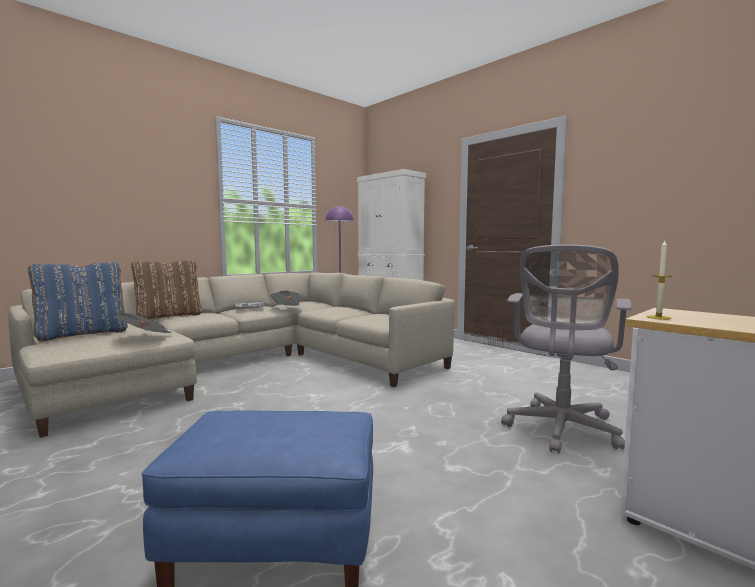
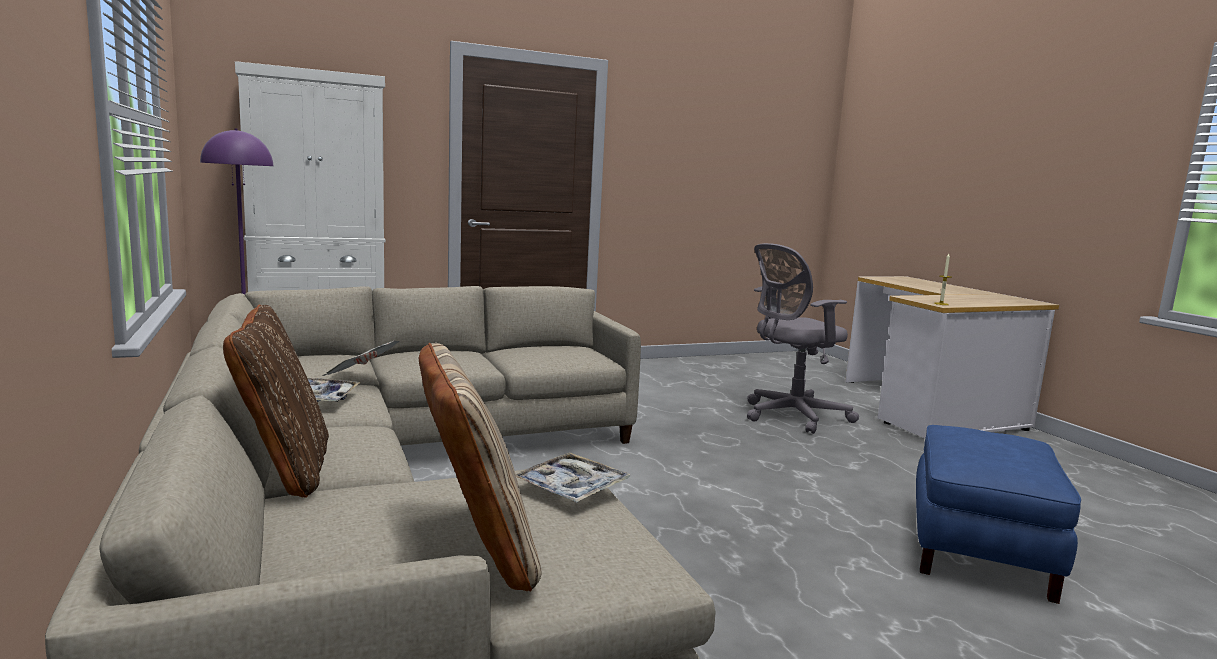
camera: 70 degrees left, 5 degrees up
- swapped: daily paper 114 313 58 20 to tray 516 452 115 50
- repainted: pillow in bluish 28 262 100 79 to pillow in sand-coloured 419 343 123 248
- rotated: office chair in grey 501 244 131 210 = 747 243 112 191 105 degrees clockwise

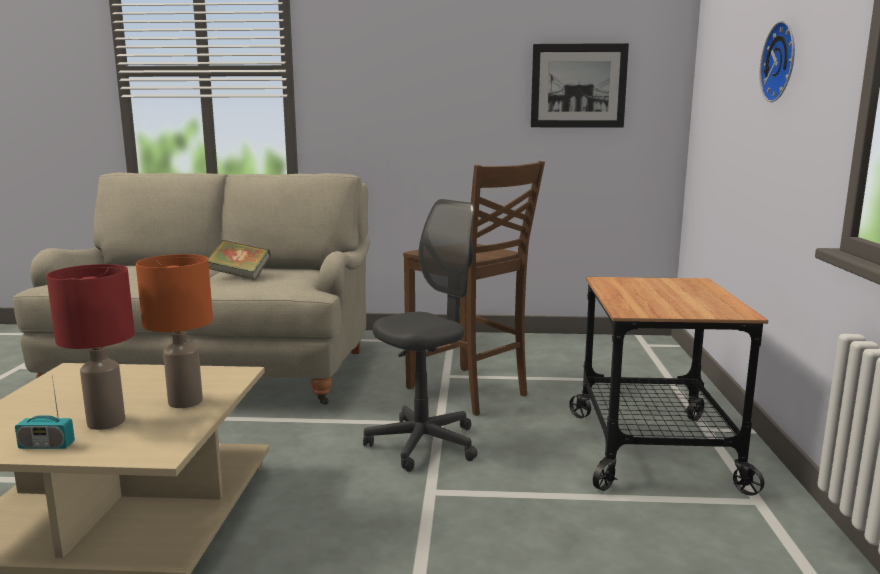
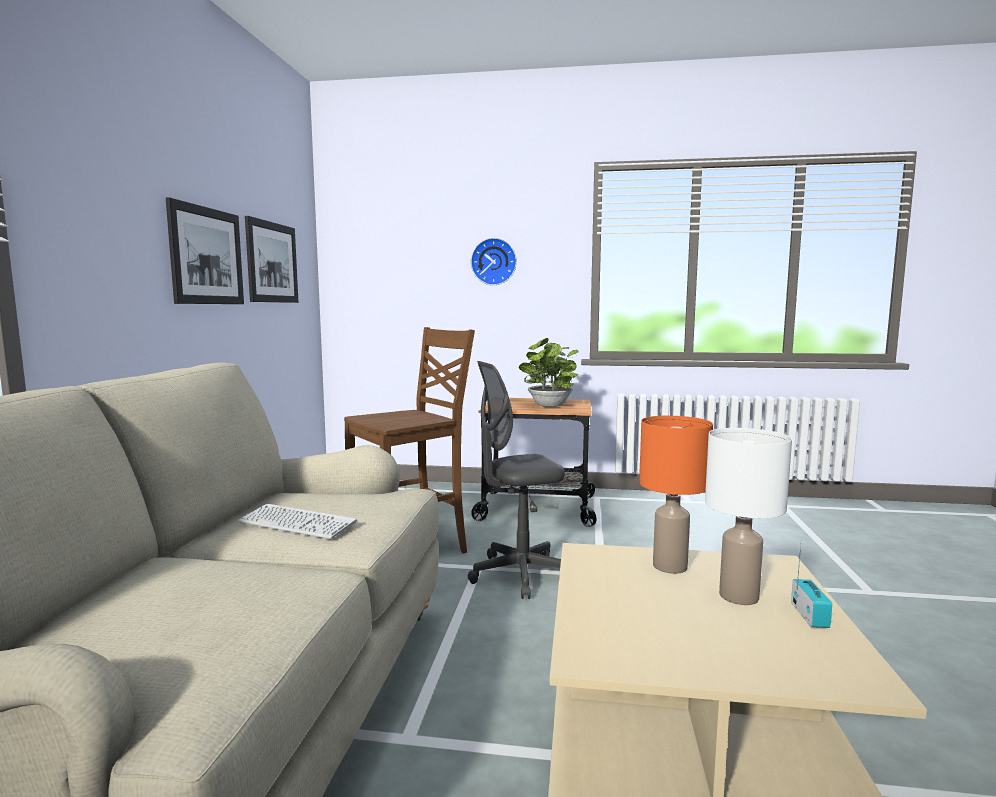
camera: 85 degrees left, 5 degrees down
- new: picture 166 198 78 106
- new: potted plant 519 338 60 69
- swapped: book 208 240 63 40 to computer keyboard 238 504 119 35
- repainted: lamp for a table in reddish 46 264 89 166 to lamp for a table in white-coloured 705 428 87 177
- rotated: office chair in grey 363 199 114 273 = 468 361 97 238 75 degrees counterclockwise

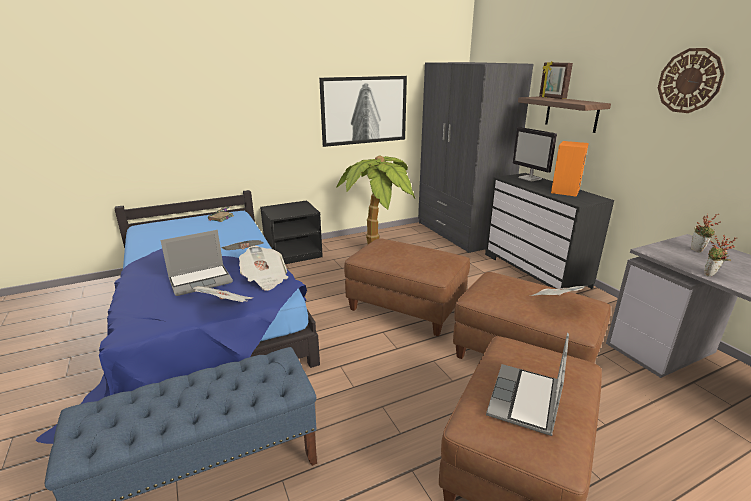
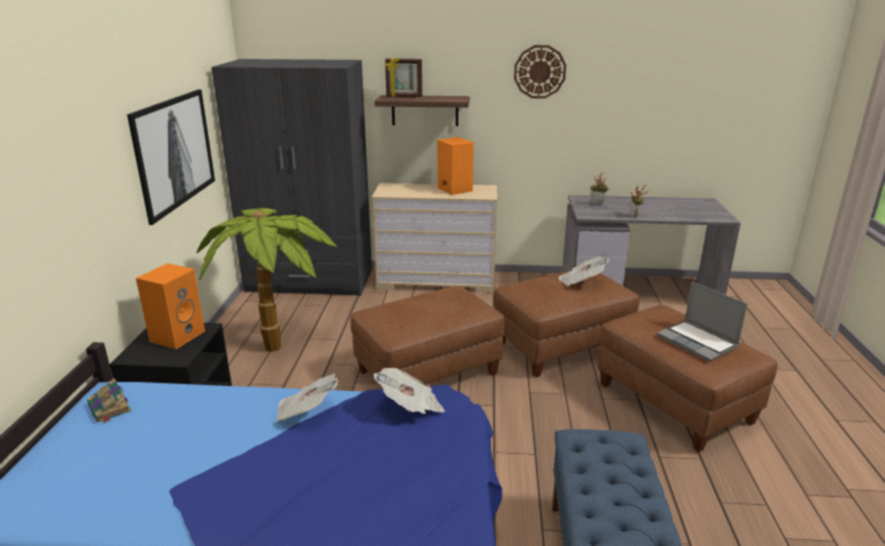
camera: 60 degrees left, 0 degrees up
- gone: portable computer 160 230 73 66
- gone: daily paper 193 286 60 16
- gone: monitor 513 127 44 54
- new: audio speaker in orange 136 263 69 86
- repainted: drawer chest in black-coloured 485 173 129 116 to drawer chest in sand-coloured 372 183 125 110

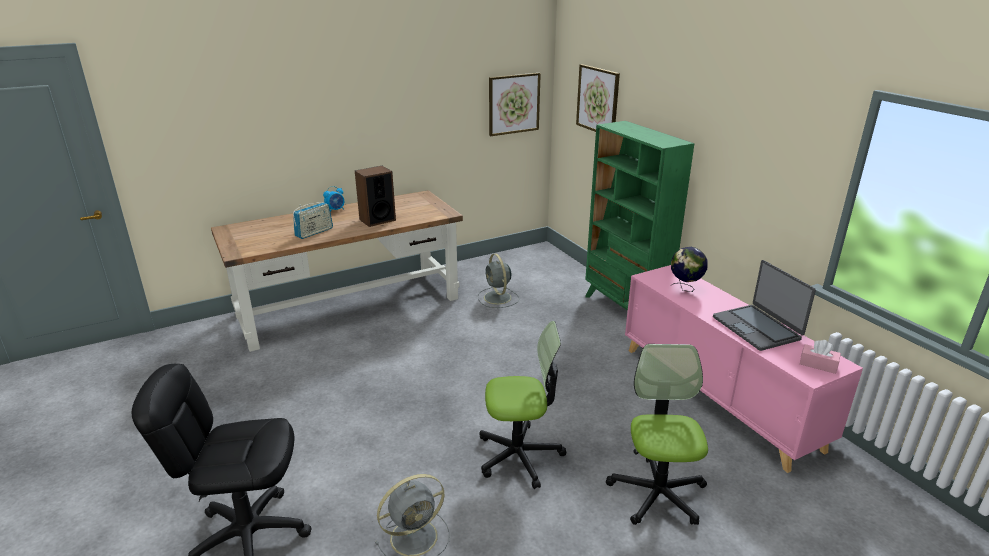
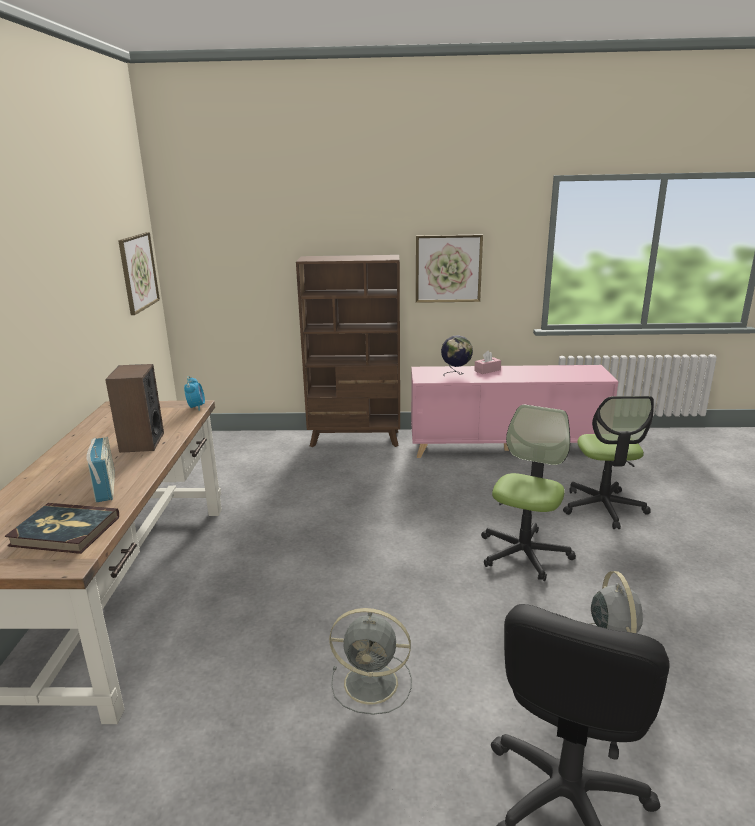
camera: 60 degrees left, 5 degrees down
- gone: portable computer 713 260 103 91
- new: book 5 503 114 51
- shifted: bedside clock 323 186 21 26 to 184 376 21 35
- shifted: cooling fan in grey 478 254 41 54 to 329 608 83 107
- shifted: picture 576 64 44 68 to 416 235 67 68
- shifted: box of tissues in pinkish 800 340 41 34 to 474 351 27 23
- repainted: bookcase in green-coloured 585 121 109 190 to bookcase in brown-coloured 296 255 104 192
- rotated: office chair 606 344 102 181 = 563 396 91 133 120 degrees counterclockwise

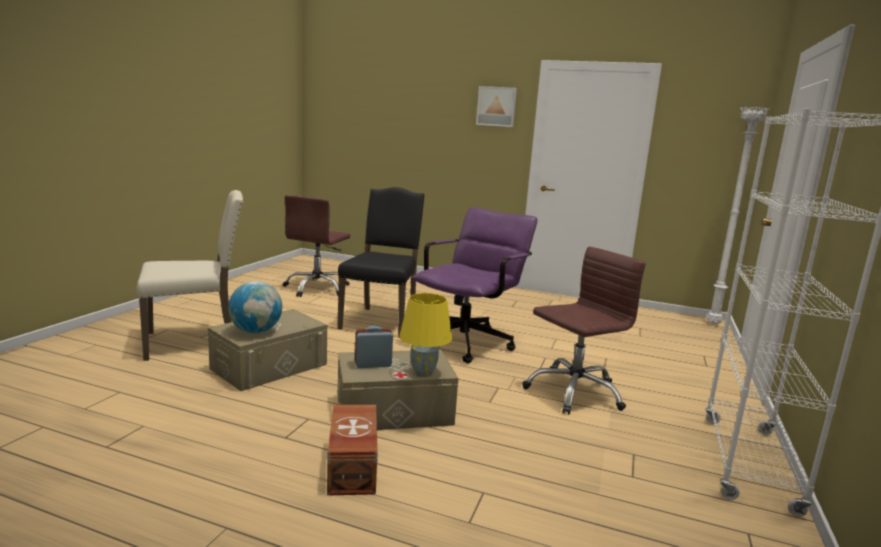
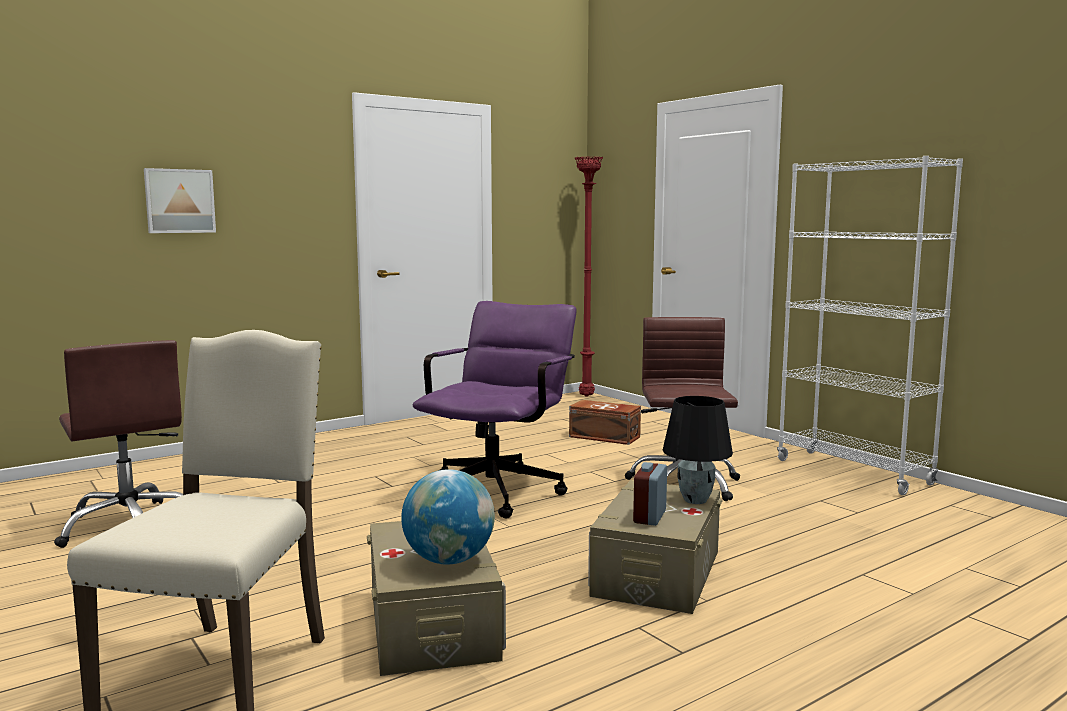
camera: 55 degrees left, 5 degrees down
- gone: plain chair in black-coloured 337 187 88 151
- shifted: storage container in brown-coloured 327 405 51 90 to 569 400 72 45
- shifted: picture 476 86 41 41 to 144 168 72 65
- repainted: lamp for a table in yellow-coloured 399 293 53 84 to lamp for a table in black-coloured 663 396 70 108
- repainted: floor lamp in white-coloured 707 107 63 217 to floor lamp in reddish 574 156 29 241
- rotated: office chair in purplish 412 207 126 156 = 413 301 163 218 45 degrees clockwise

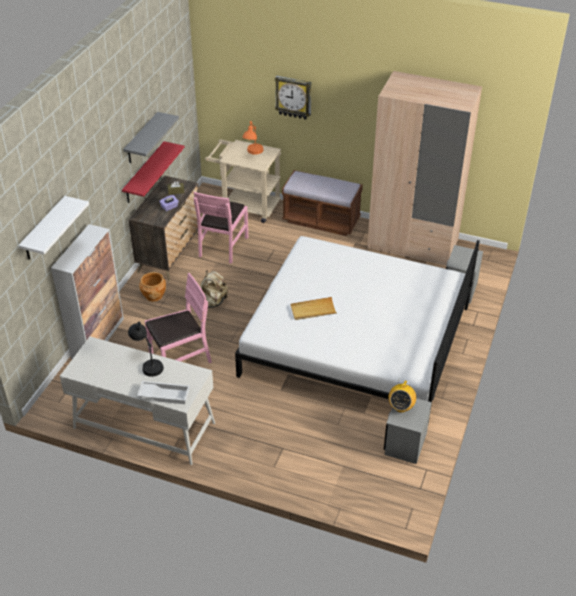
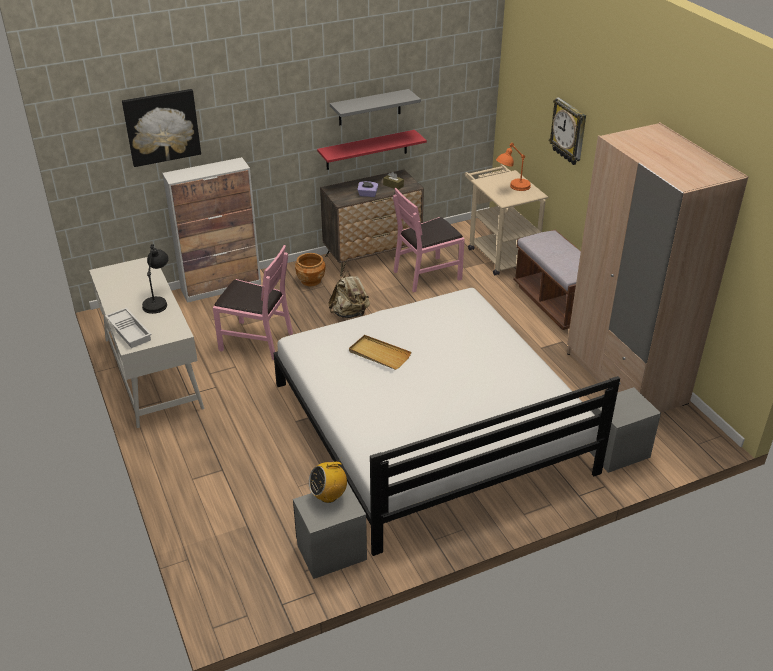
camera: 45 degrees right, 5 degrees down
- swapped: wall shelf in white-coloured 18 196 71 64 to picture 122 89 79 78

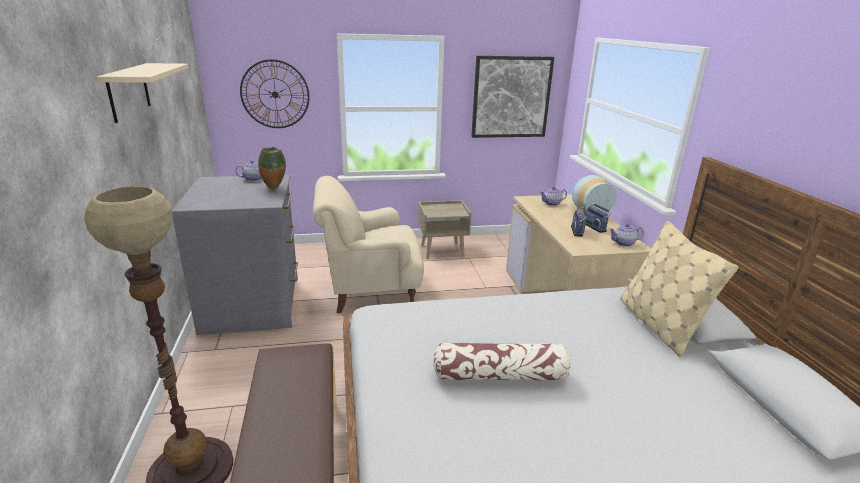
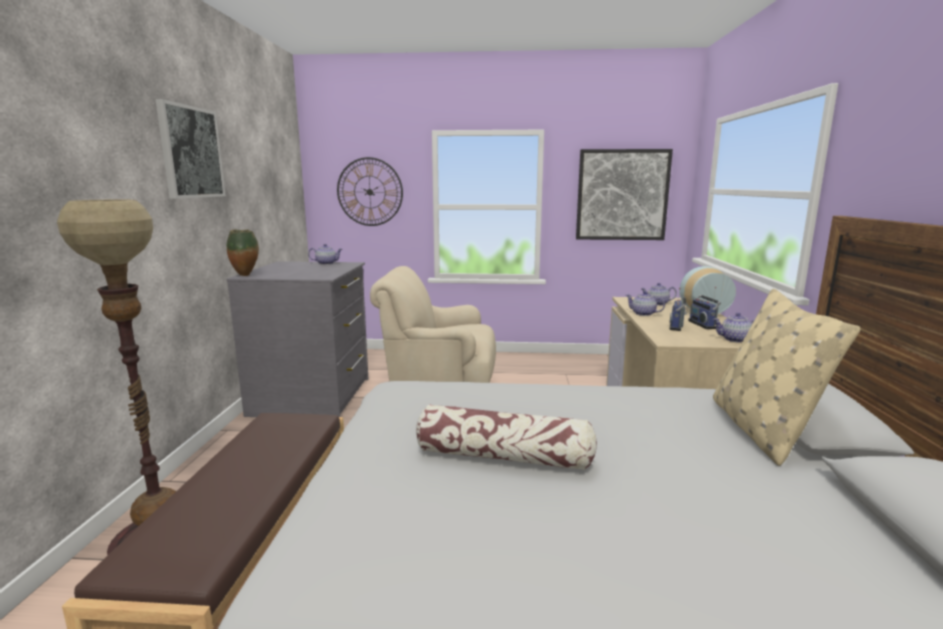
camera: 15 degrees right, 10 degrees down
- gone: night table in sand-coloured 418 200 53 59
- new: tea pot 626 291 39 25
- shifted: decorative vase 258 147 28 42 to 227 229 32 47
- swapped: wall shelf in sand-coloured 96 63 93 60 to picture 155 99 71 100

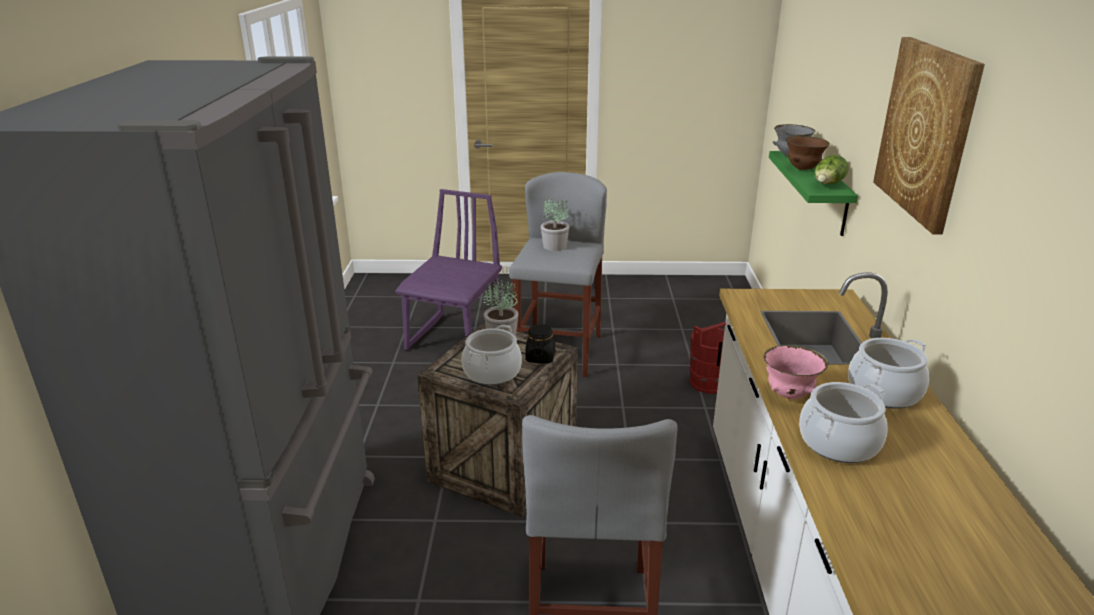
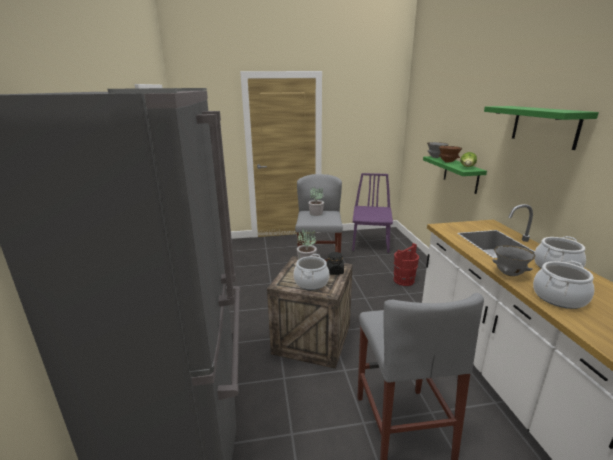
camera: 10 degrees left, 5 degrees down
- shifted: plain chair in purplish 395 189 107 161 to 352 173 41 80
- swapped: picture 873 37 112 198 to wall shelf in green-coloured 484 106 115 44
- repainted: serving bowl in pinkish 764 345 65 54 to serving bowl in grey 492 245 43 31

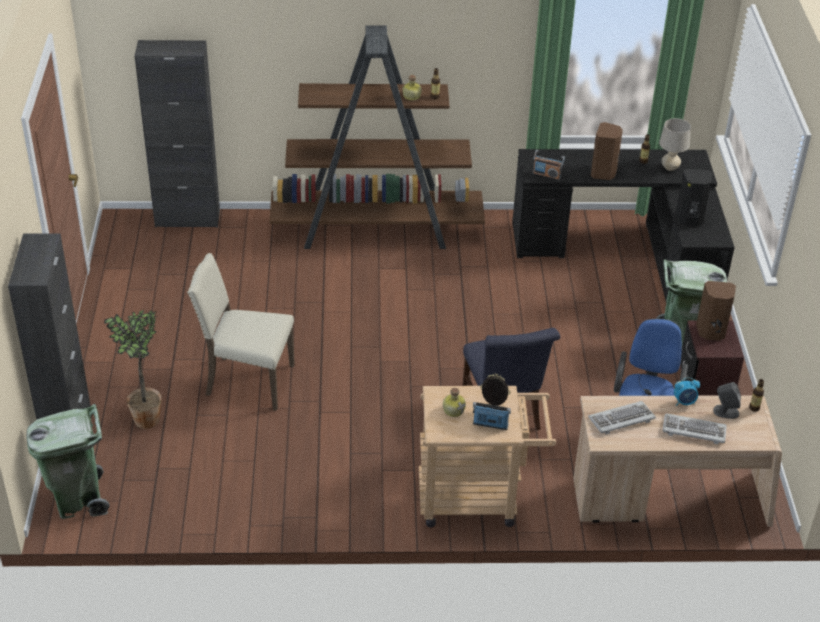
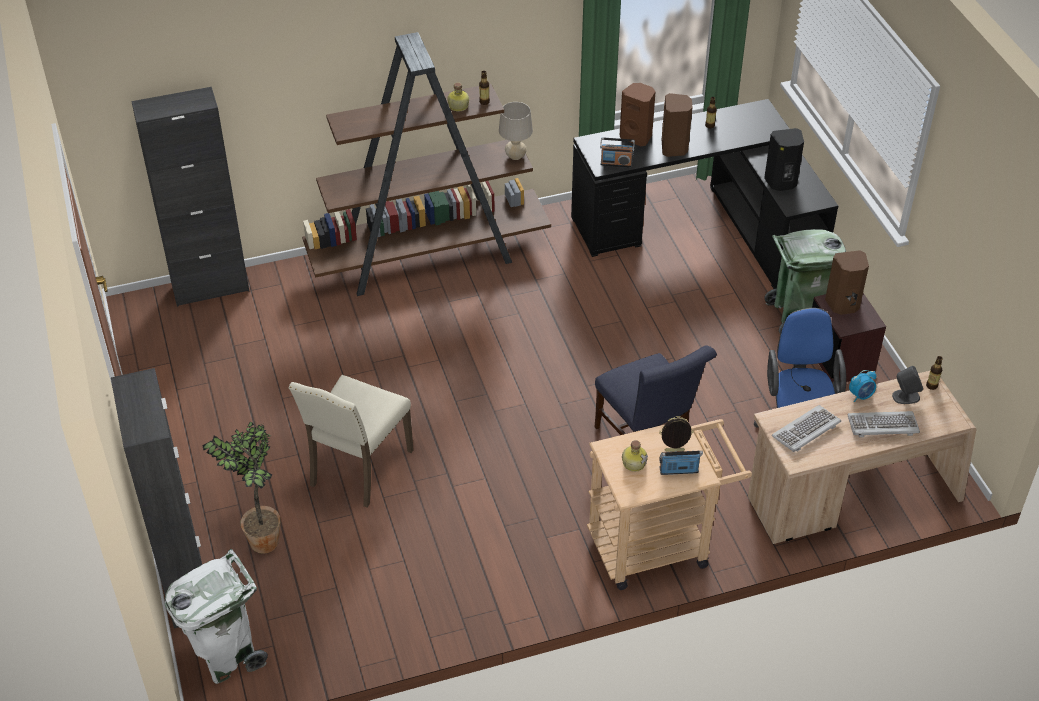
camera: 15 degrees left, 5 degrees up
- new: audio speaker in brown-coloured 620 83 36 63
- shifted: lamp for a table in sand-coloured 659 118 32 53 to 499 102 34 58
- repainted: rubbish bin in green-coloured 26 404 84 115 to rubbish bin in white-coloured 165 549 103 135
- rotated: plain chair in sand-coloured 187 253 108 158 = 289 375 124 133 60 degrees counterclockwise

